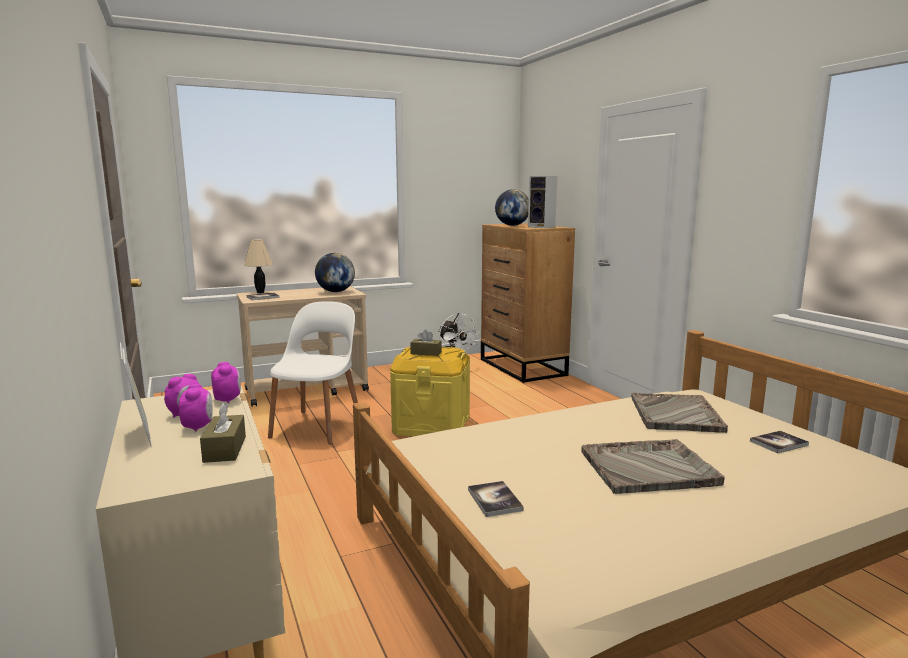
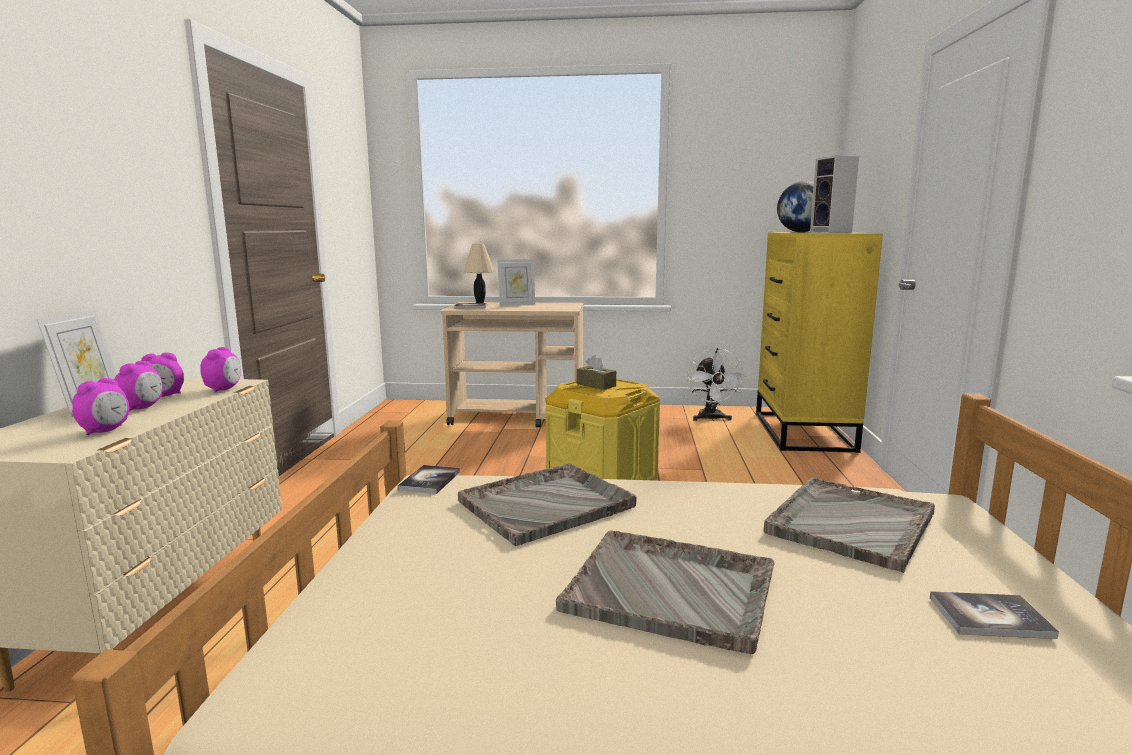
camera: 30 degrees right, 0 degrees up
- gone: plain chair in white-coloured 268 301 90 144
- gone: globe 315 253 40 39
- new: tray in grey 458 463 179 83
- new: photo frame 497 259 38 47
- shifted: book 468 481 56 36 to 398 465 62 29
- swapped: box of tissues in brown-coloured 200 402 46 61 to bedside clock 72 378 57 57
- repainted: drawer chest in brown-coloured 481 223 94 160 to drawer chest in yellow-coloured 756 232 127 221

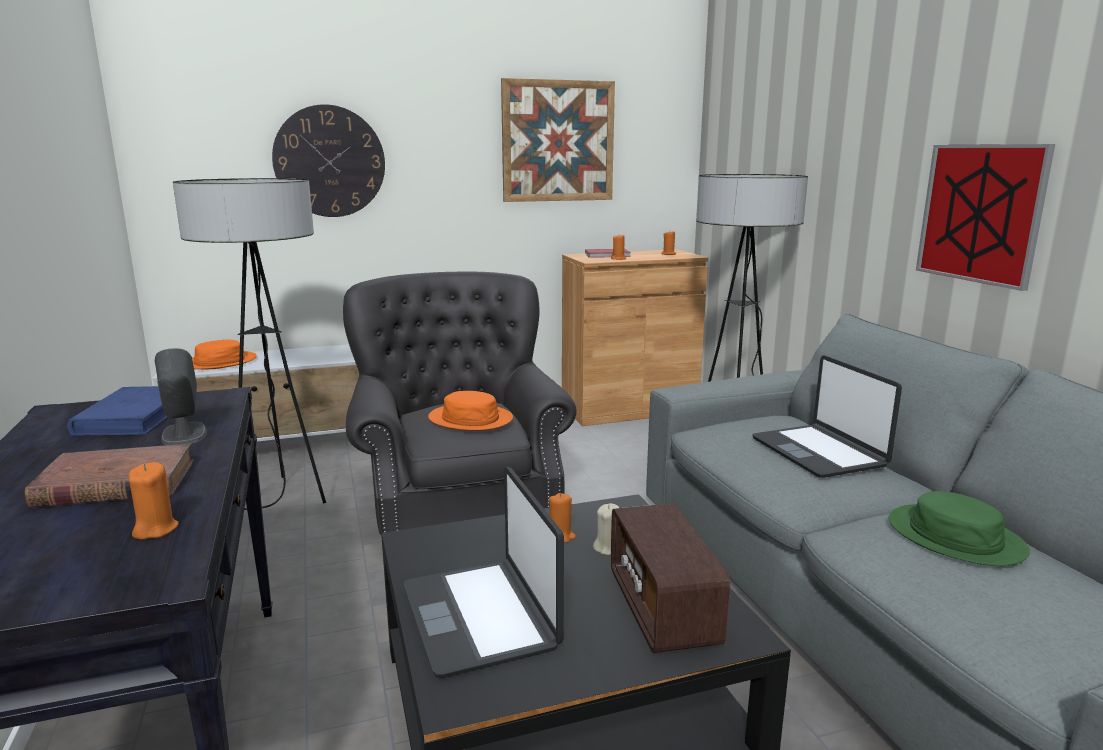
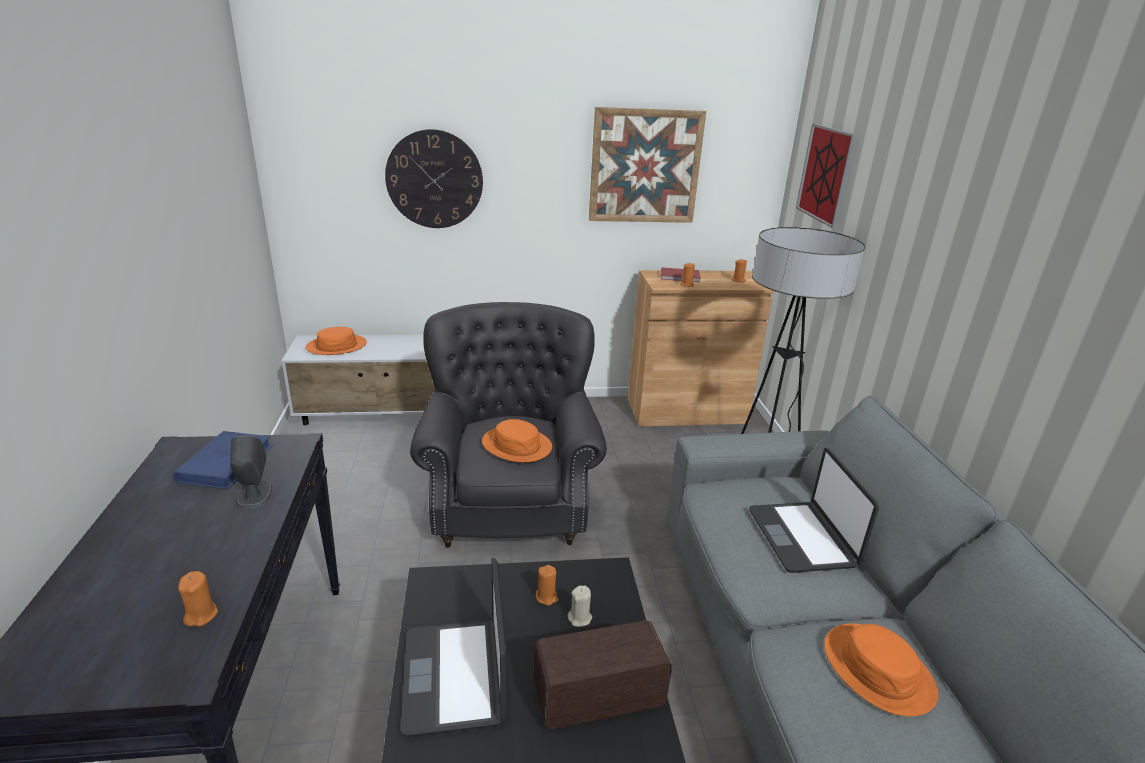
camera: 10 degrees right, 10 degrees up
- gone: book in brown-coloured 25 444 169 64
- gone: floor lamp 173 178 153 332
- shifted: picture 916 144 139 147 to 796 124 61 104
- repainted: wearable hat in green-coloured 889 491 141 75 to wearable hat in orange 824 623 114 94
- rotated: radio set 611 503 119 150 = 533 620 139 109 75 degrees clockwise

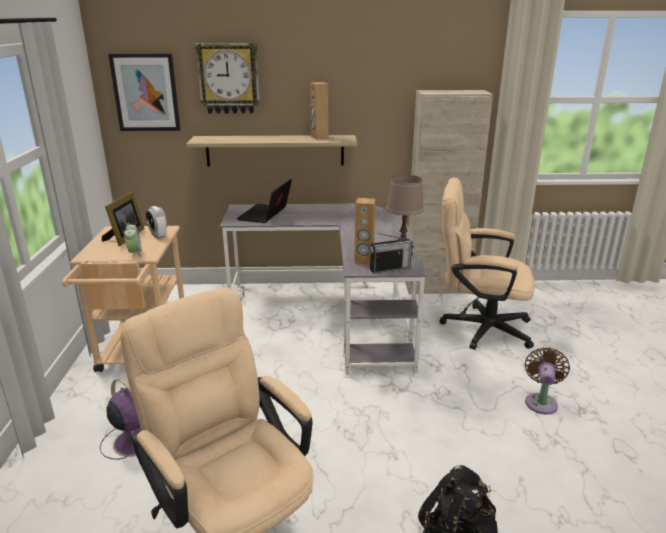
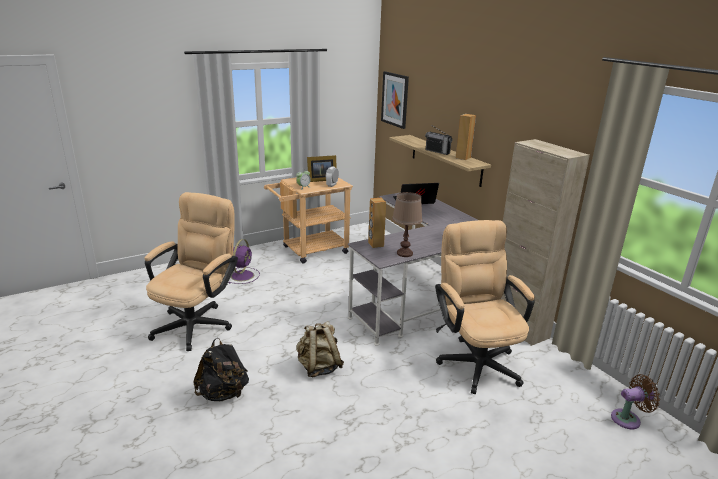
camera: 60 degrees right, 0 degrees up
- gone: clock on the wall 195 43 65 71
- new: knapsack in sand-coloured 296 321 48 56
- shifted: radio set 368 233 46 40 to 425 125 28 30
- shifted: cooling fan in brown-coloured 525 347 45 67 to 611 374 49 55

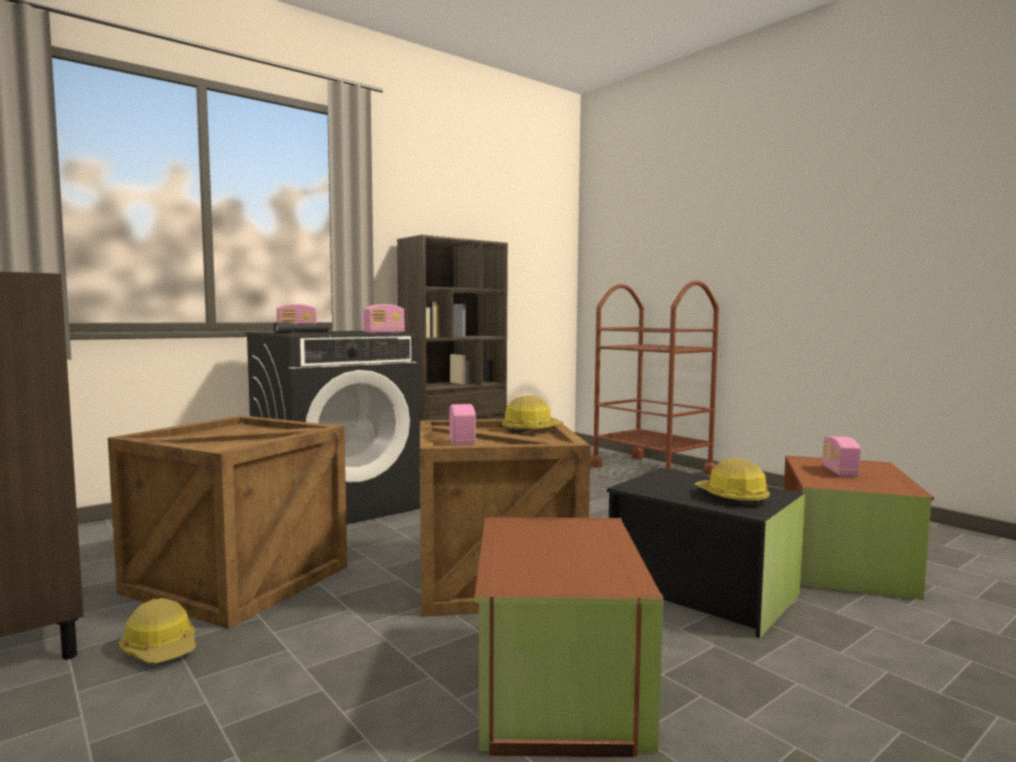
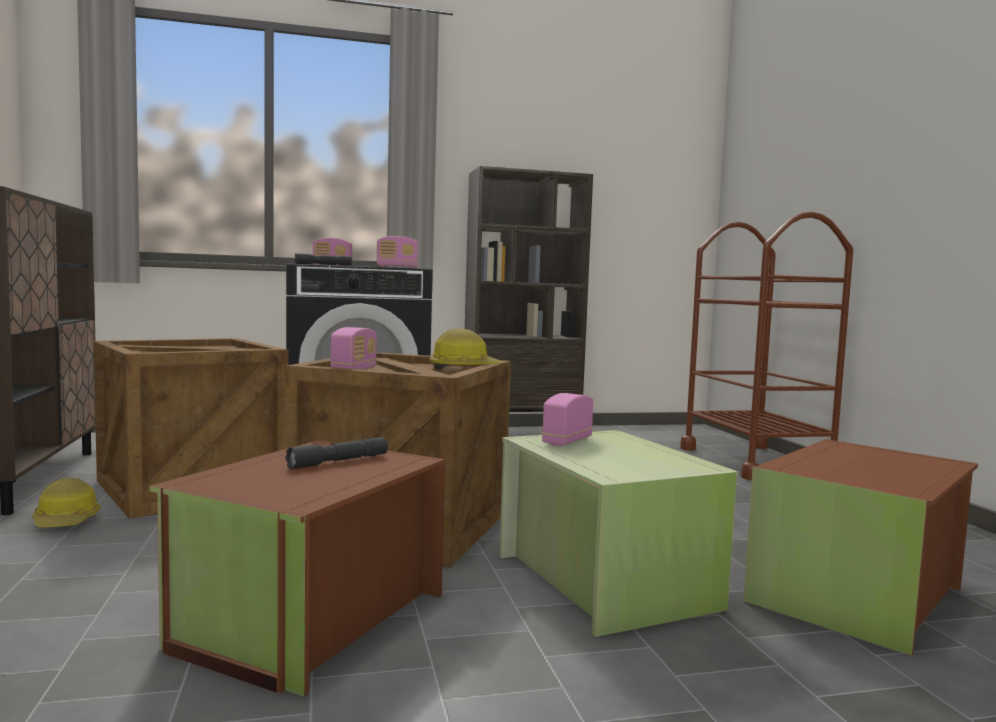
camera: 25 degrees right, 0 degrees up
- gone: safety helmet 695 458 75 48
- new: torch in grey 286 437 102 33
- shifted: radio set 822 436 39 41 to 542 393 51 53
- repainted: storage container in black-coloured 607 468 198 170 to storage container in green-coloured 499 430 239 207

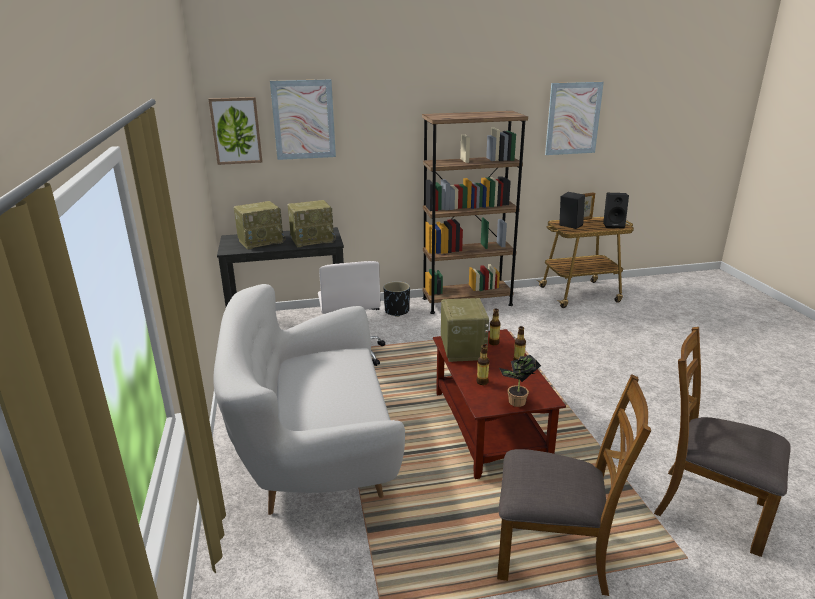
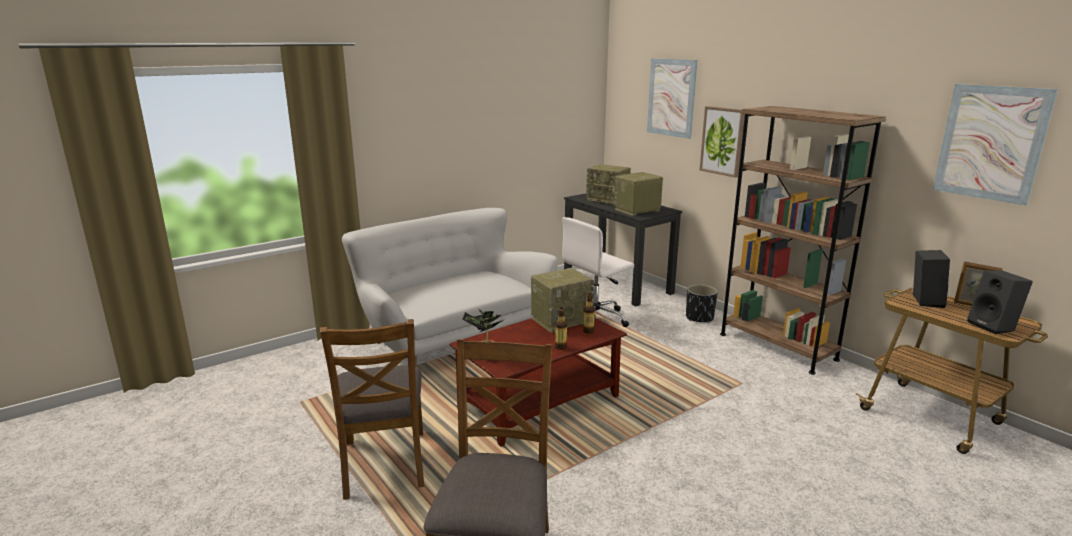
camera: 65 degrees right, 5 degrees down
- gone: drink bottle 477 345 12 40
- shifted: picture 208 97 55 68 to 700 106 45 72
- rotated: radio set 288 200 48 47 = 612 172 51 44 105 degrees clockwise

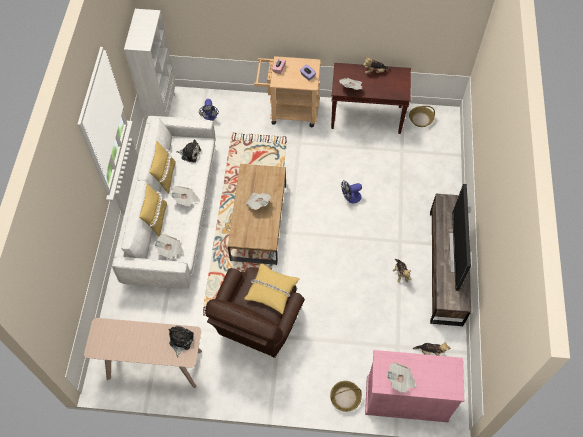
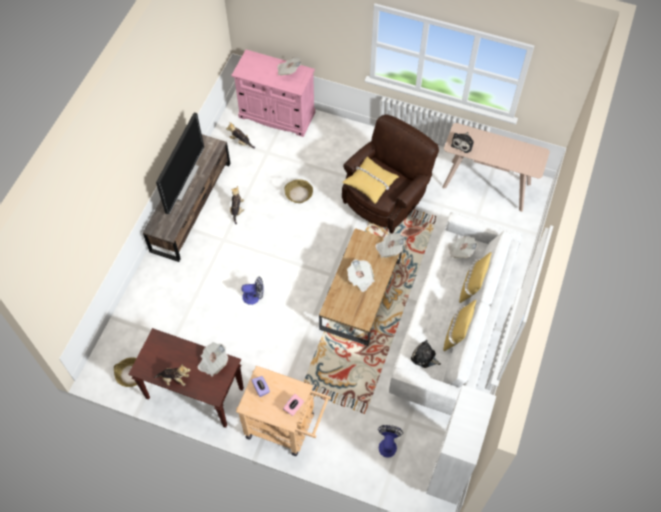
camera: 165 degrees left, 0 degrees up
- shifted: daily paper 171 186 29 21 to 375 233 30 25
- shifted: household basket 330 381 32 31 to 285 179 28 24

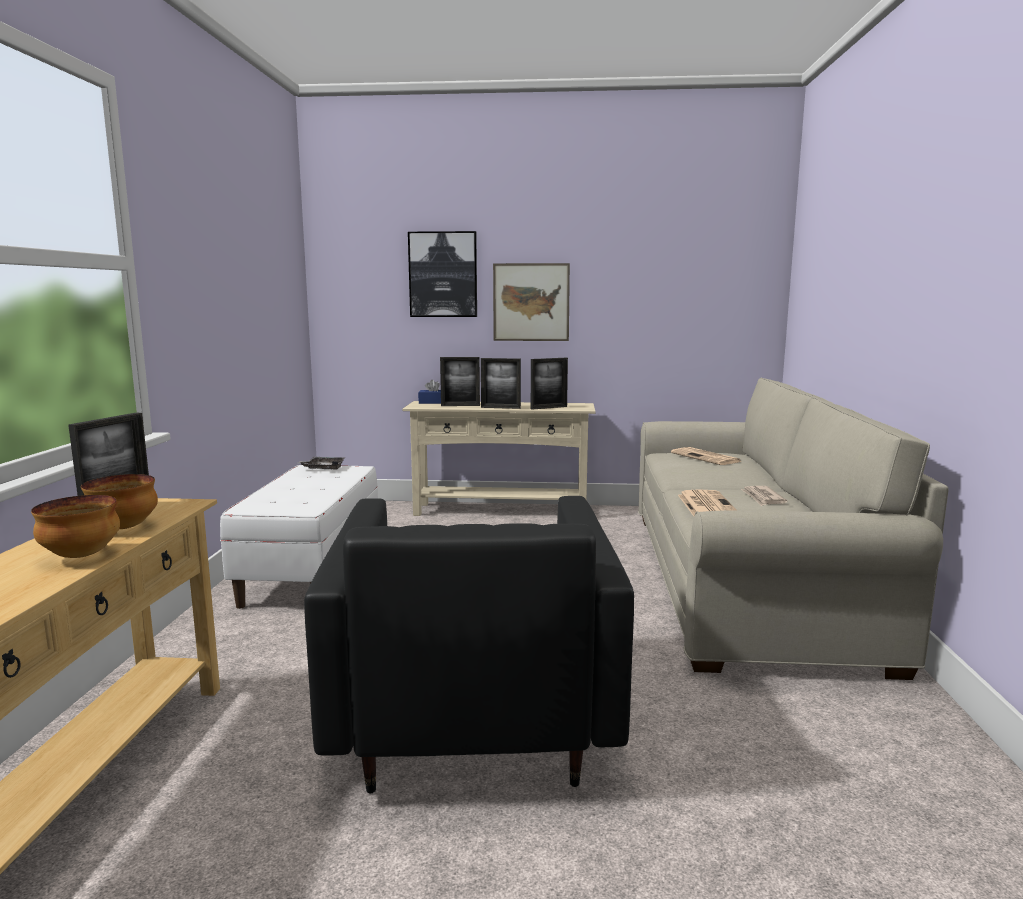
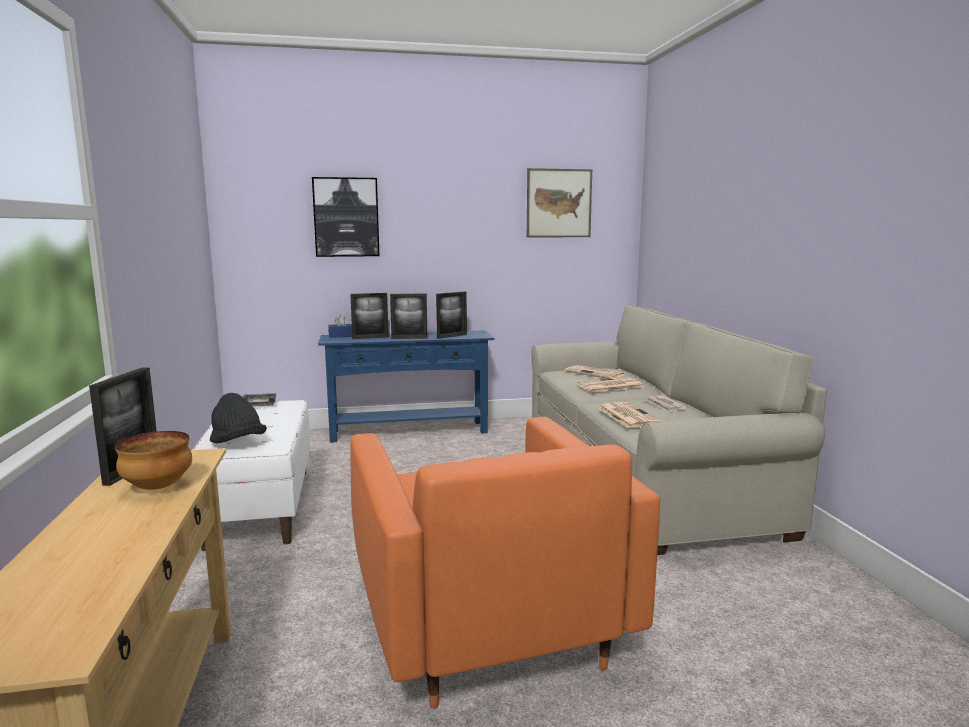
camera: 15 degrees left, 0 degrees up
- gone: serving bowl 31 495 89 63
- new: wearable hat in black-coloured 210 393 57 50
- new: daily paper 577 377 66 15
- shifted: picture 493 263 77 78 to 527 168 65 70
- repainted: easy chair in black-coloured 304 496 330 298 to easy chair in orange 351 417 309 292
- repainted: console table in sand-coloured 402 401 194 115 to console table in bluish 318 330 177 113

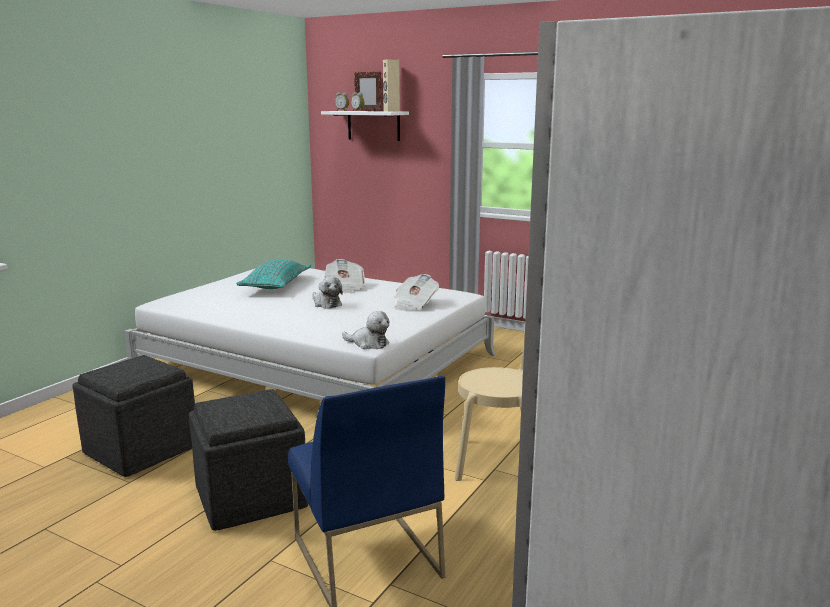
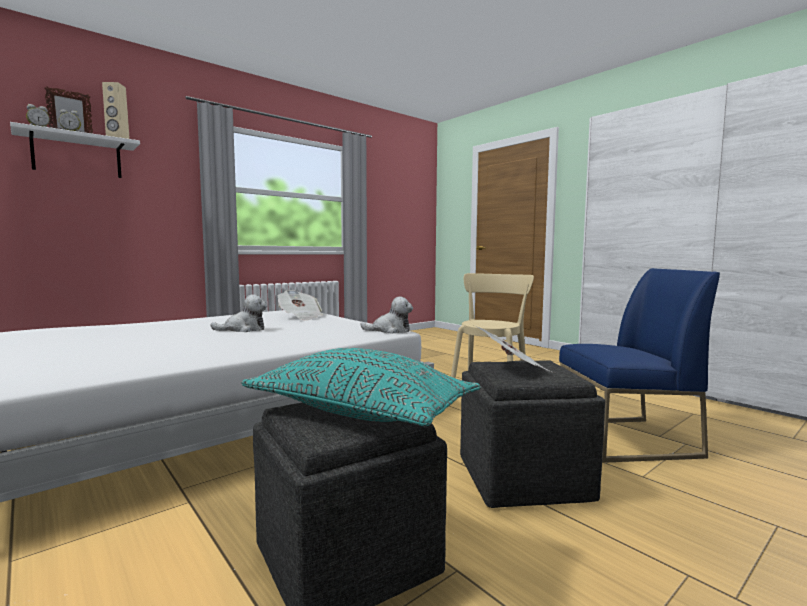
camera: 70 degrees left, 10 degrees down
- shifted: pillow in blue-green 236 259 75 30 to 241 348 240 78
- shifted: daily paper 324 259 41 34 to 475 326 79 47
- rotated: plush toy 342 311 48 38 = 360 297 53 37 45 degrees clockwise

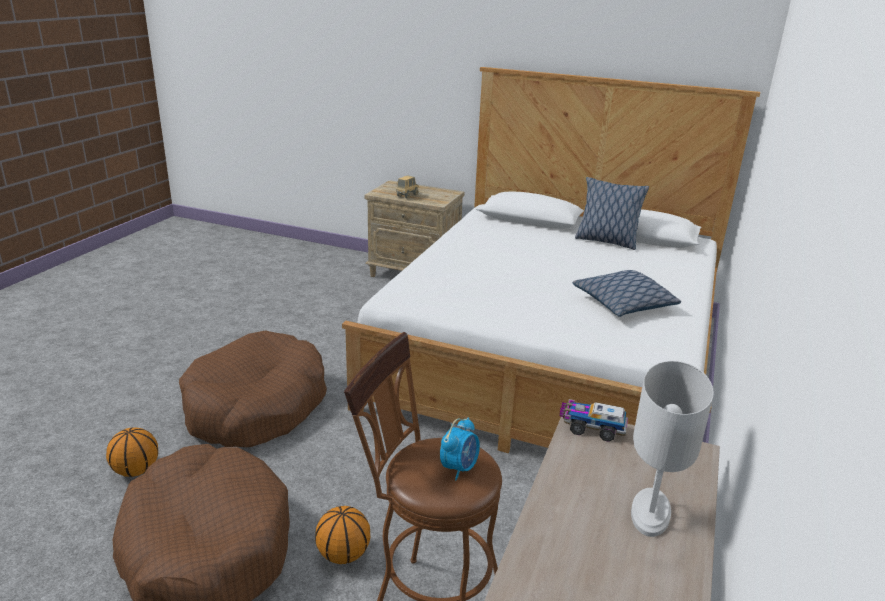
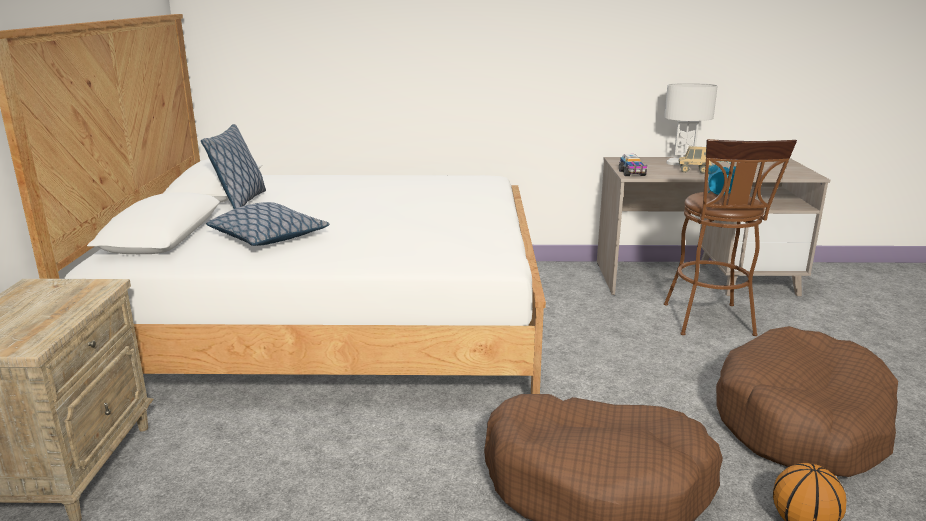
camera: 110 degrees left, 5 degrees down
- gone: basketball 315 506 55 58
- shifted: toy lorry 396 175 23 24 to 679 146 33 28
- shifted: pillow 573 270 108 47 to 206 202 123 44

